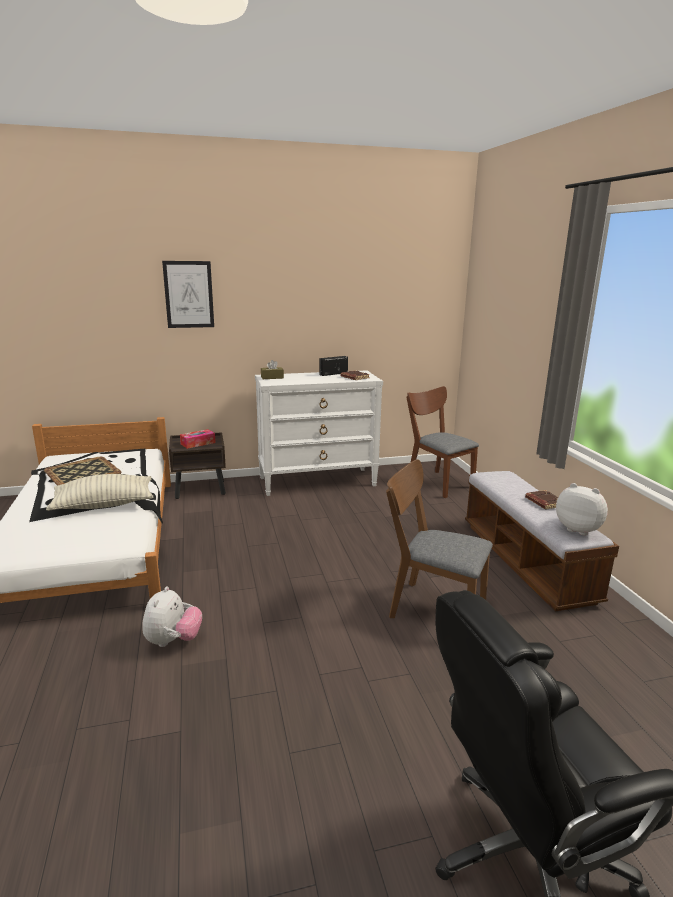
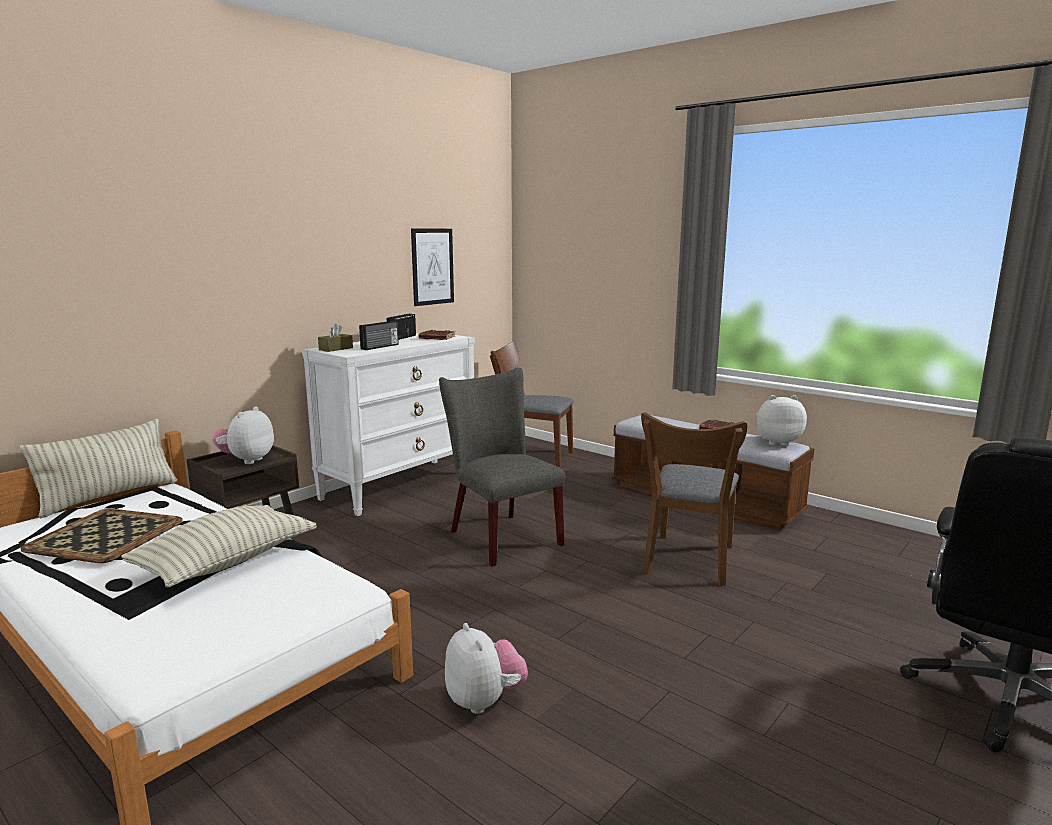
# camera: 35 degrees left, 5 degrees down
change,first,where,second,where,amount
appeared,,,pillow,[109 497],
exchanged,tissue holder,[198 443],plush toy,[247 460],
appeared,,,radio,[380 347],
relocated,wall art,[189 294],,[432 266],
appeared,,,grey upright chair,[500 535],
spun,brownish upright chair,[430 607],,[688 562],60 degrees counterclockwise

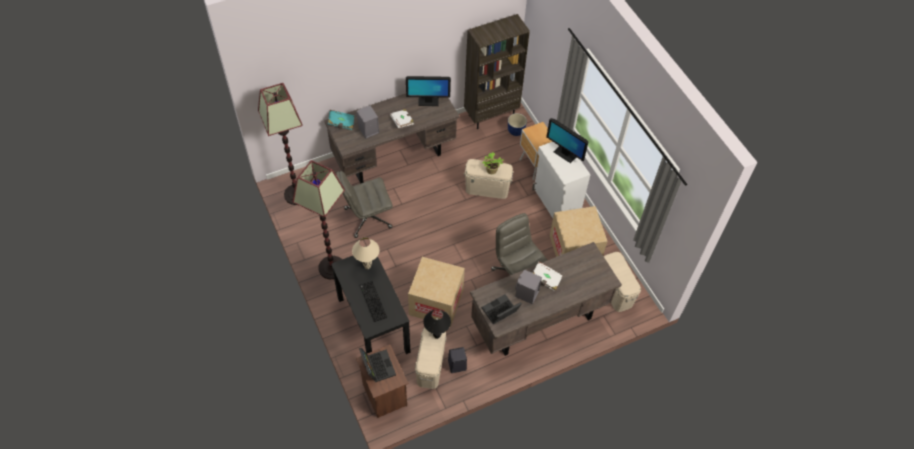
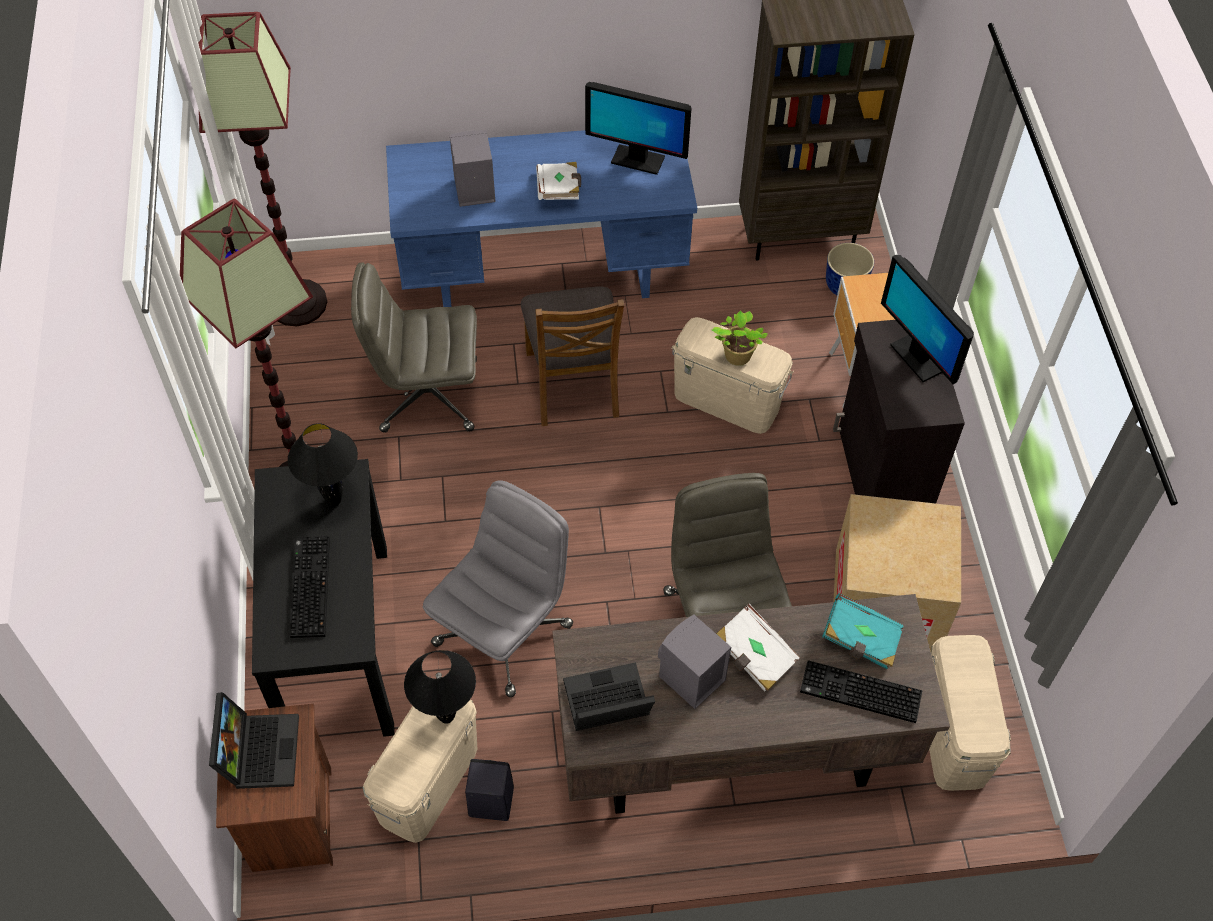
# camera: 20 degrees right, 0 degrees up
change,first,where,second,where,amount
colour,sand-coloured lamp for a table,[367 267],black lamp for a table,[333 501],
colour,brownish desk unit,[394 156],blue-coloured desk unit,[545 273],
exchanged,cardboard box,[436 302],grey computer chair,[503 632],
appeared,,,brownish upright chair,[573 383],
appeared,,,keyboard,[859 694],
relocated,turquoise-coloured book,[341 123],,[860 640],
colour,white cupboard,[556 202],black cupboard,[880 475],

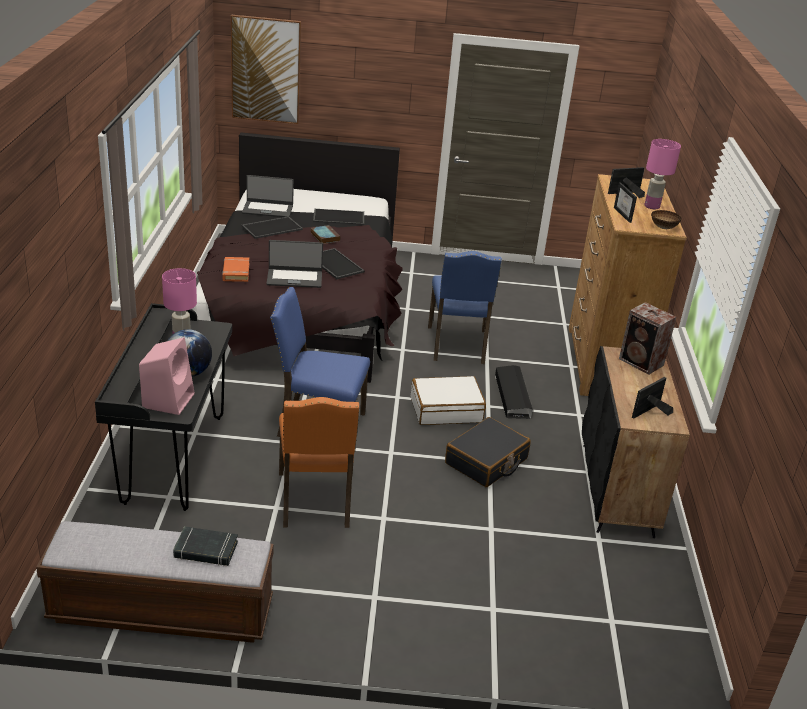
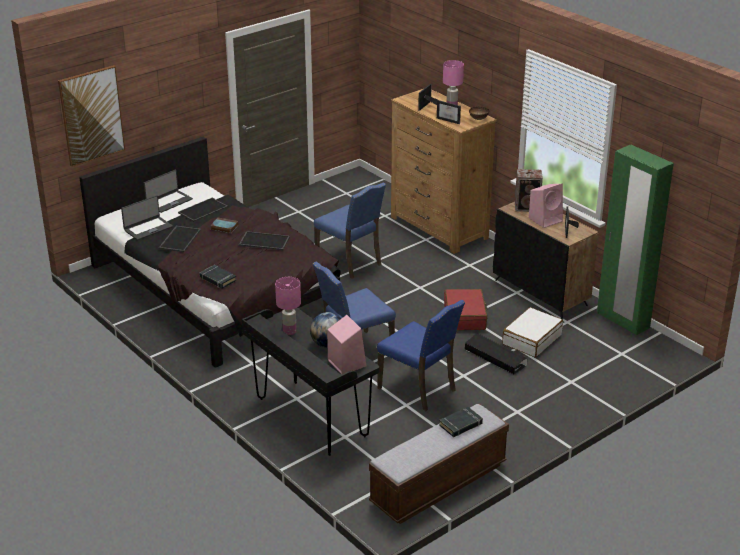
# camera: 40 degrees left, 0 degrees up
change,first,where,second,where,amount
relocated,notebook computer,[294 278],,[168 201],
colour,orange-coloured book,[236 272],black book,[217 279],
colour,orange-coloured upright chair,[316 501],blue-coloured upright chair,[419 389],
colour,black suitcase,[486 461],red-coloured suitcase,[465 317],
relocated,black storage box,[512 396],,[495 357],
relocated,white suitcase,[446 409],,[531 339],
appeared,,,pinkish speaker,[546 219],
appeared,,,green-coloured clothes cupboard,[622 320],

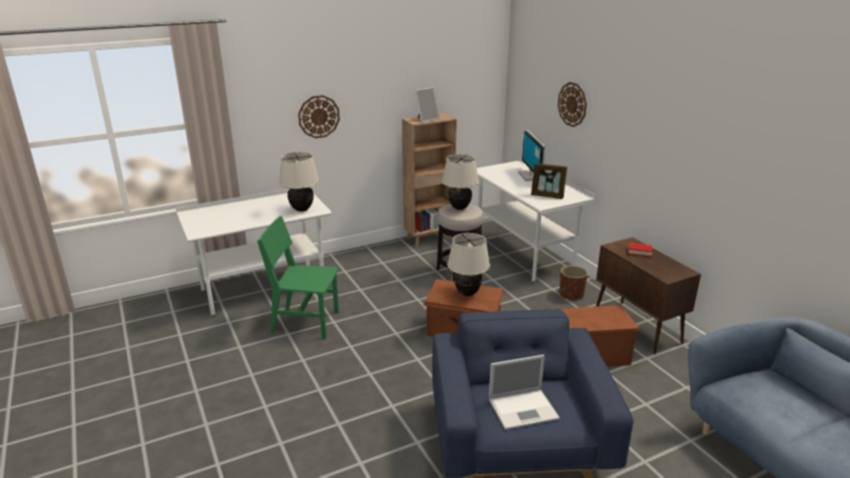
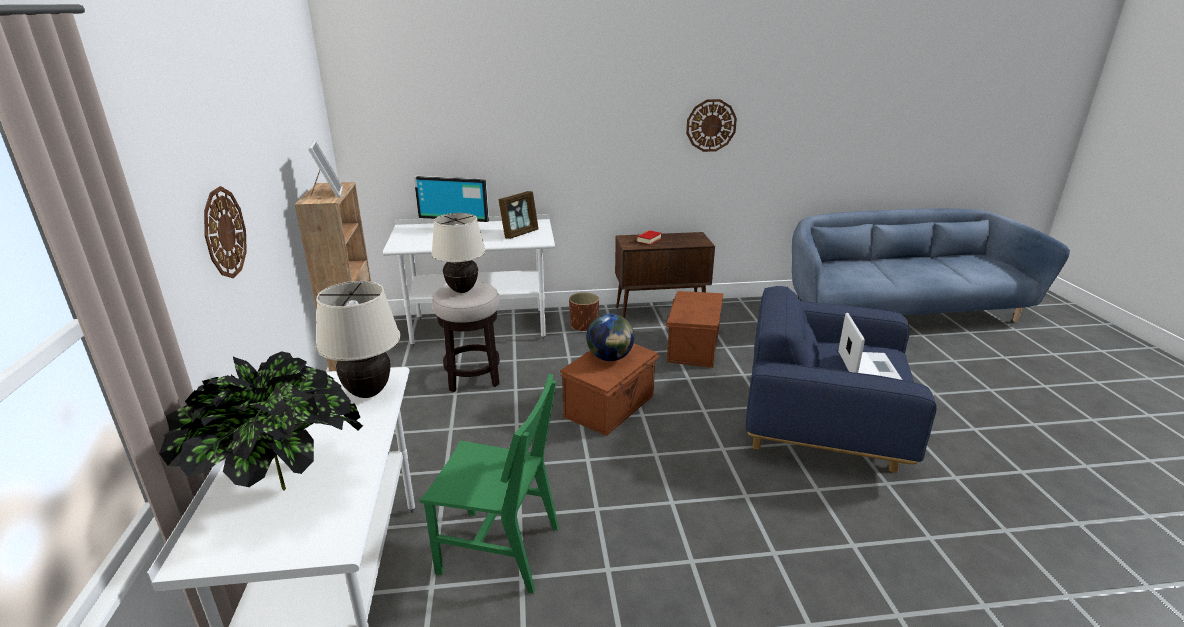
# camera: 70 degrees left, 0 degrees up
change,first,where,second,where,amount
appeared,,,potted plant,[282 487],
spun,green-coloured upright chair,[305 322],,[499 550],105 degrees counterclockwise
exchanged,sand-coloured lamp for a table,[467 293],world globe,[610 358],
relocated,wall clock,[572 104],,[711 125],

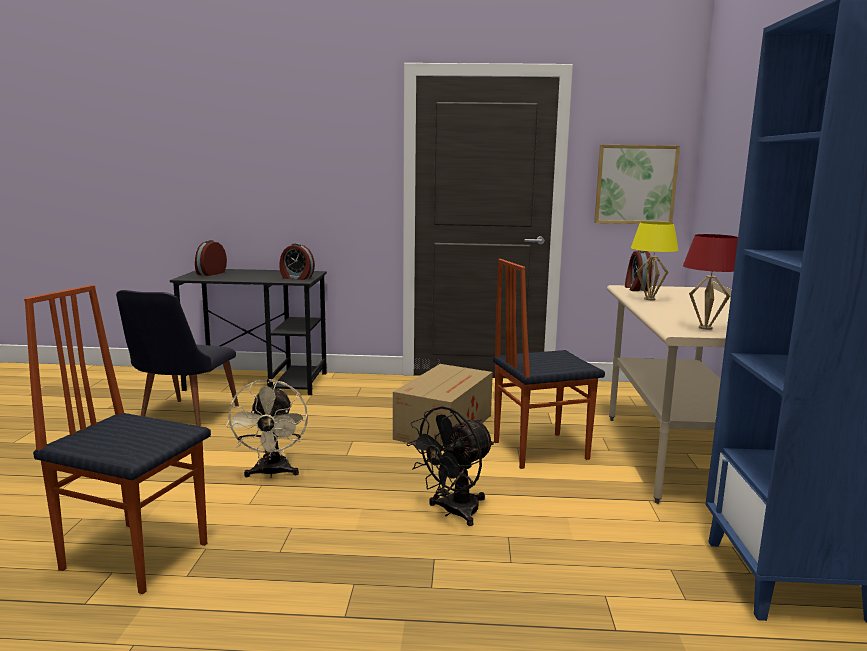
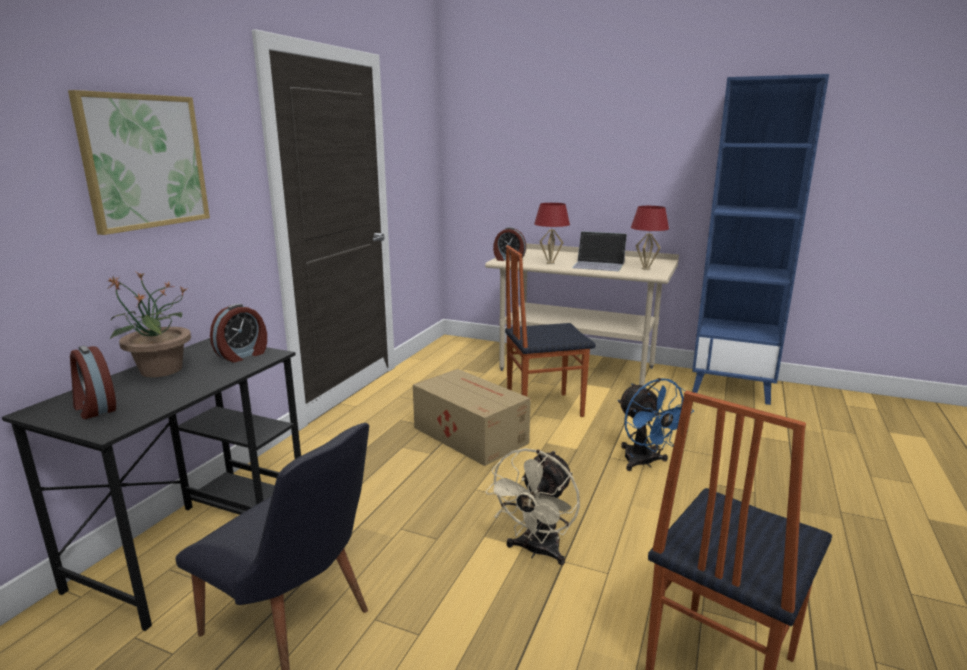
# camera: 70 degrees left, 5 degrees up
change,first,where,second,where,amount
relocated,wall art,[635 184],,[144 162],
appeared,,,potted plant,[160 370],
spun,sand-coloured electric fan,[272 473],,[536 551],105 degrees clockwise
spun,upright chair,[538 450],,[543 407],75 degrees clockwise
colour,yellow lamp for a table,[649 299],red-coloured lamp for a table,[550 263],
appeared,,,notebook computer,[599 265],
colour,black electric fan,[453 512],blue-coloured electric fan,[644 463],

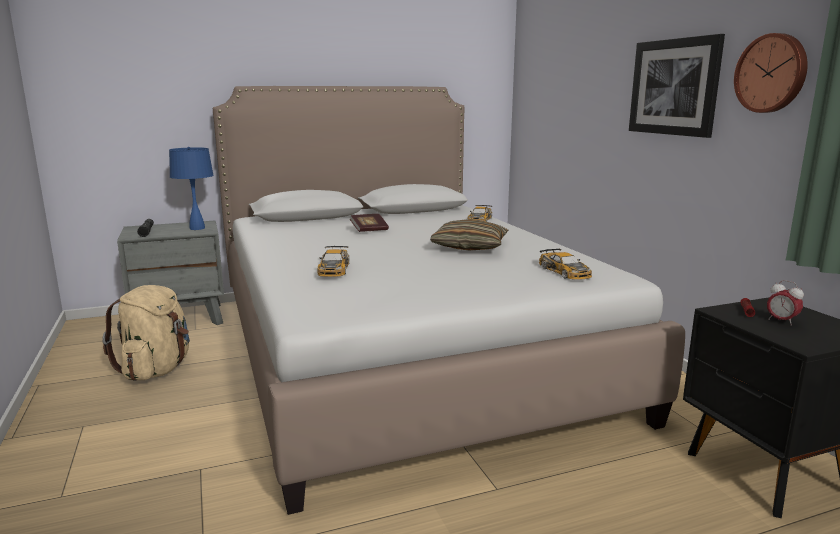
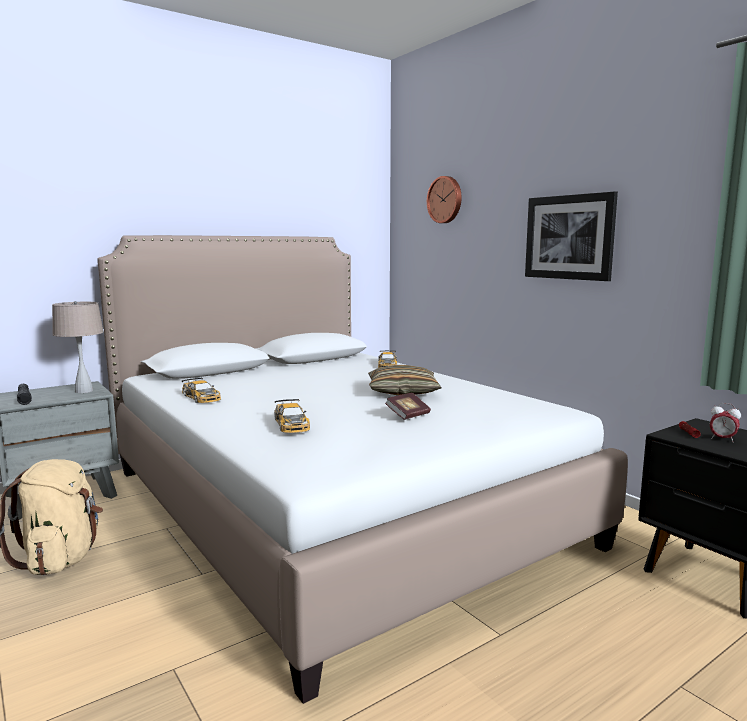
# camera: 15 degrees left, 5 degrees down
change,first,where,second,where,amount
colour,blue-coloured lamp for a table,[197 228],sand-coloured lamp for a table,[84 391],
relocated,toy car,[564 272],,[201 397],
relocated,book,[369 230],,[408 415],
relocated,wall clock,[772 73],,[445 200],

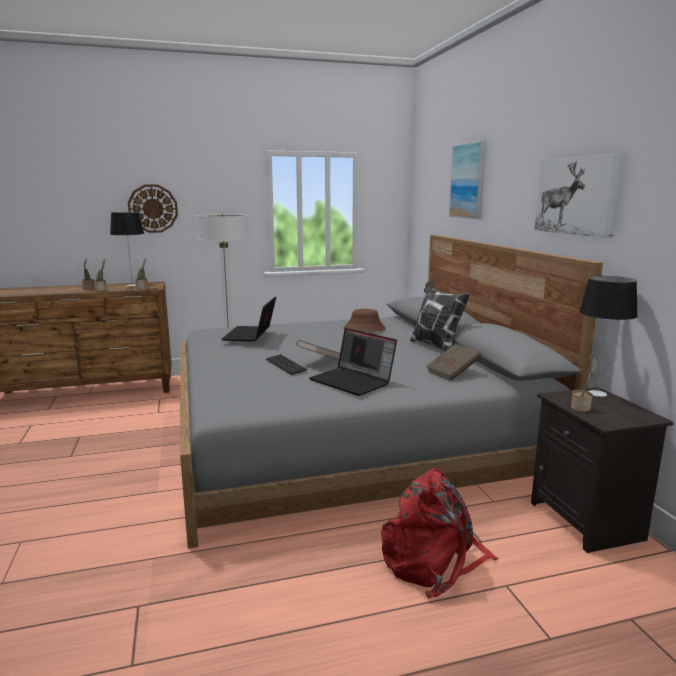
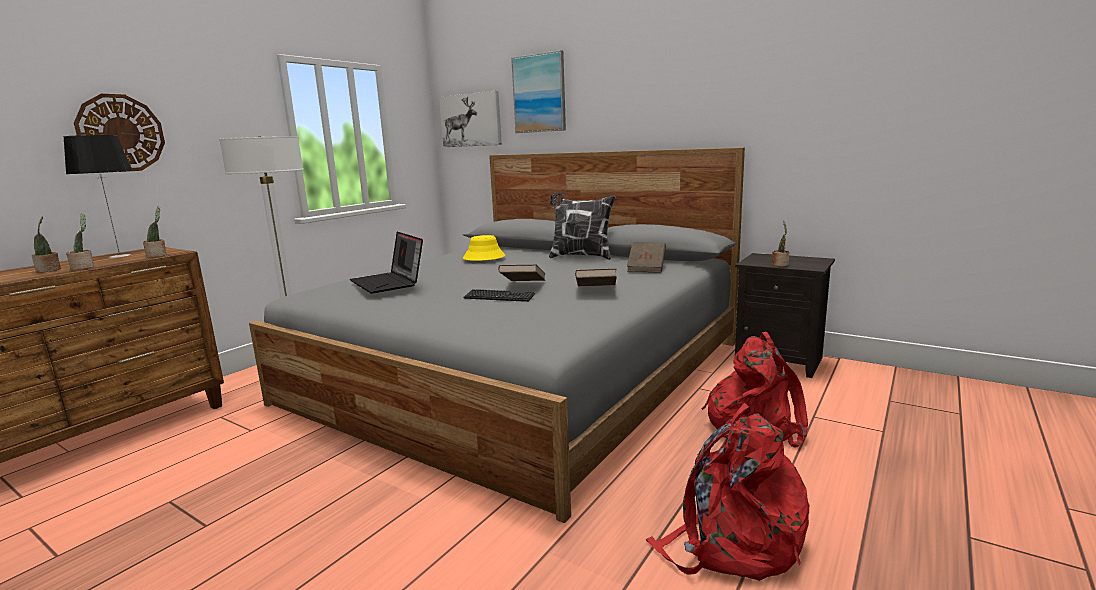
# camera: 40 degrees left, 0 degrees up
change,first,where,second,where,amount
relocated,wall art,[577 196],,[471 120],
colour,brownish hat,[364 329],yellow hat,[484 258],
exchanged,notebook computer,[353 381],brownish book,[596 291],
appeared,,,red-coloured knapsack,[731 541],
missing,lamp for a table,[598 393],,,

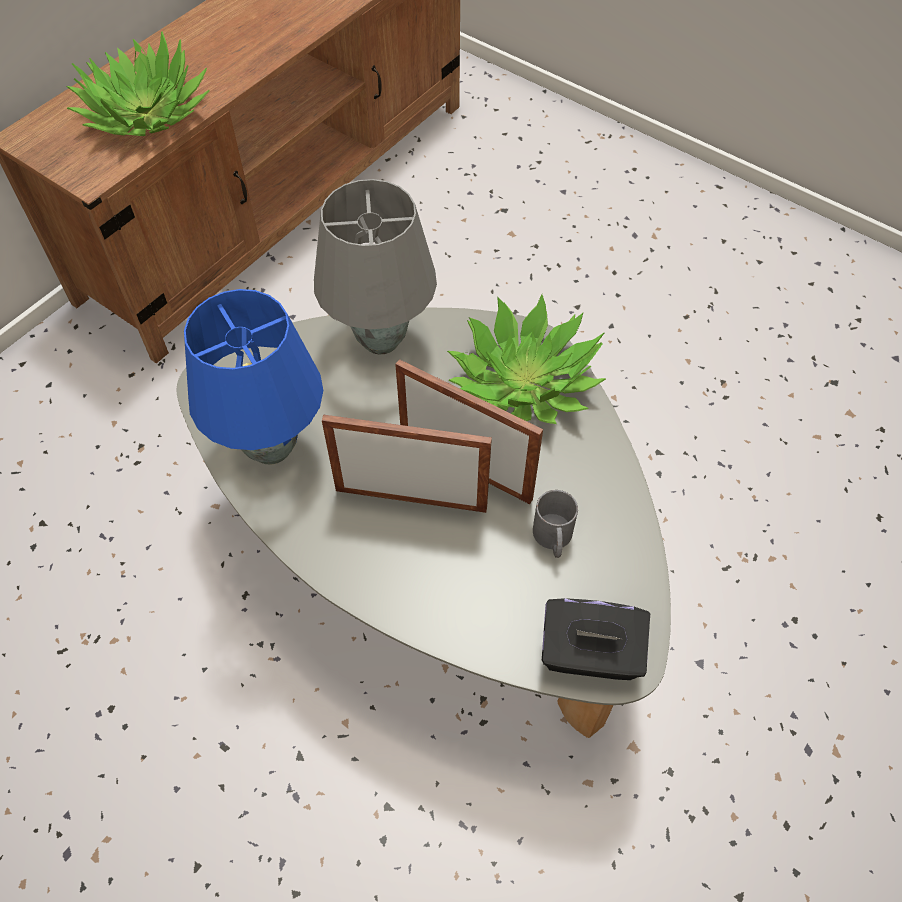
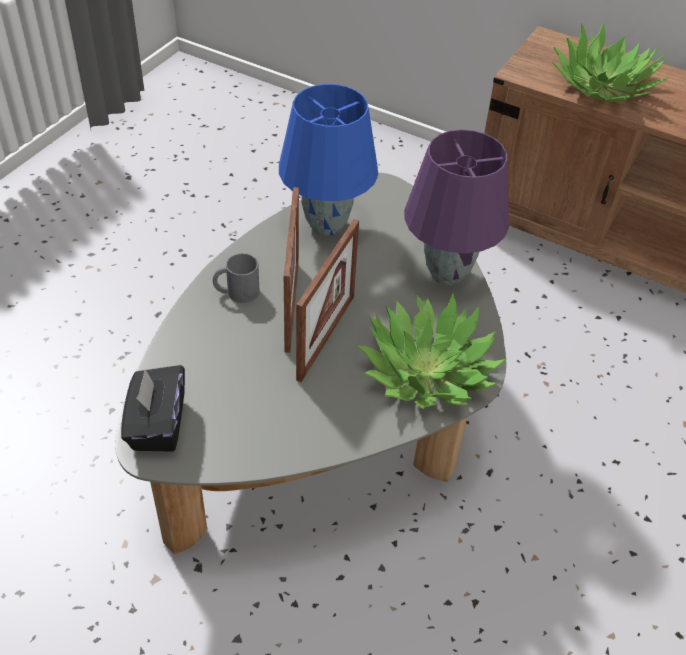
# camera: 80 degrees right, 10 degrees down
change,first,where,second,where,amount
relocated,grey tea mug,[553 539],,[236 292],
colour,grey lamp for a table,[379 340],purple-coloured lamp for a table,[446 273],

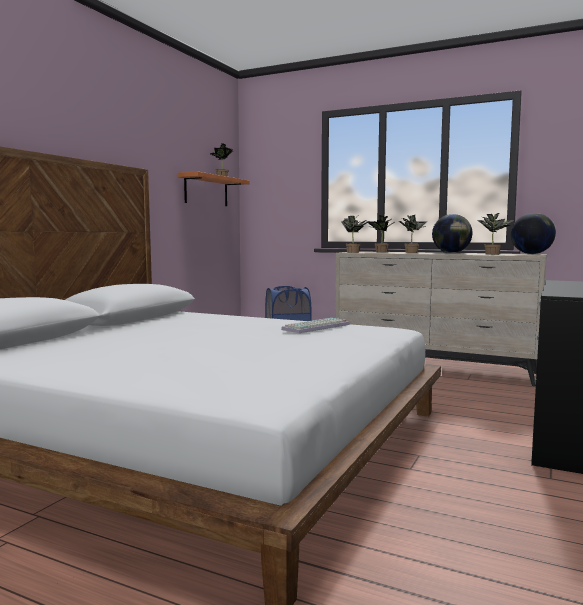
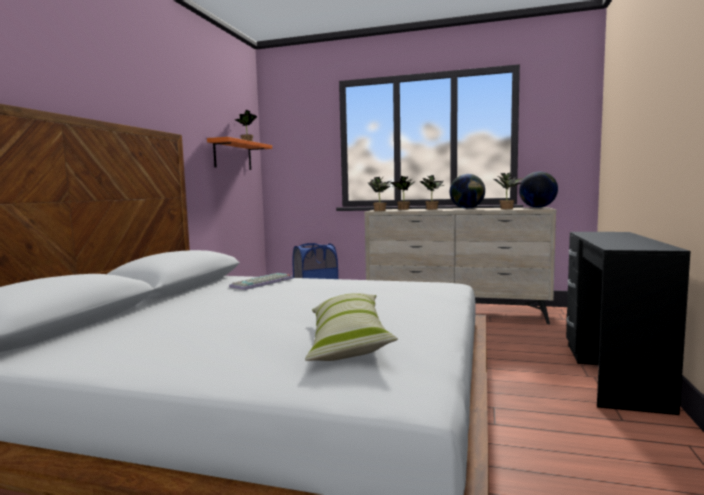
# camera: 10 degrees left, 0 degrees up
change,first,where,second,where,amount
relocated,keyboard,[316 327],,[262 283],
appeared,,,pillow,[347 341],

